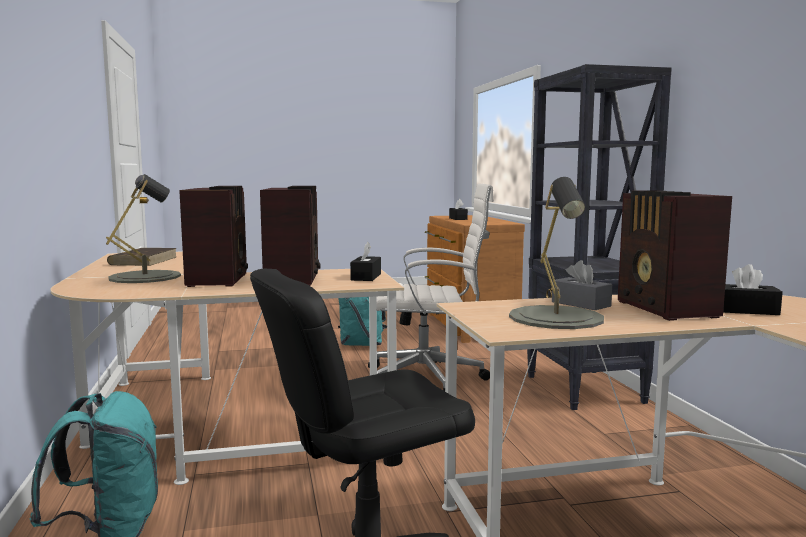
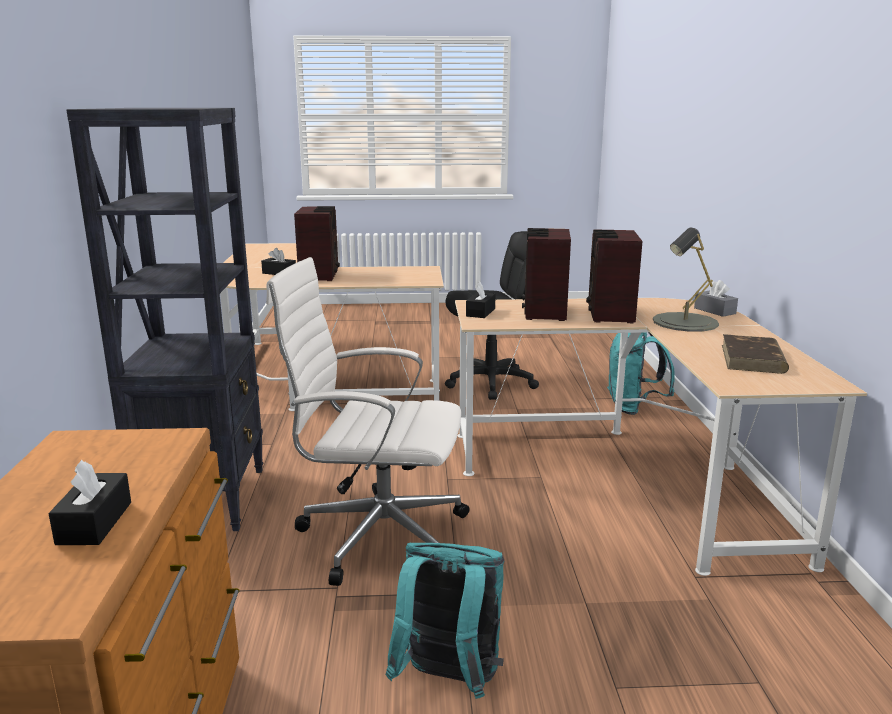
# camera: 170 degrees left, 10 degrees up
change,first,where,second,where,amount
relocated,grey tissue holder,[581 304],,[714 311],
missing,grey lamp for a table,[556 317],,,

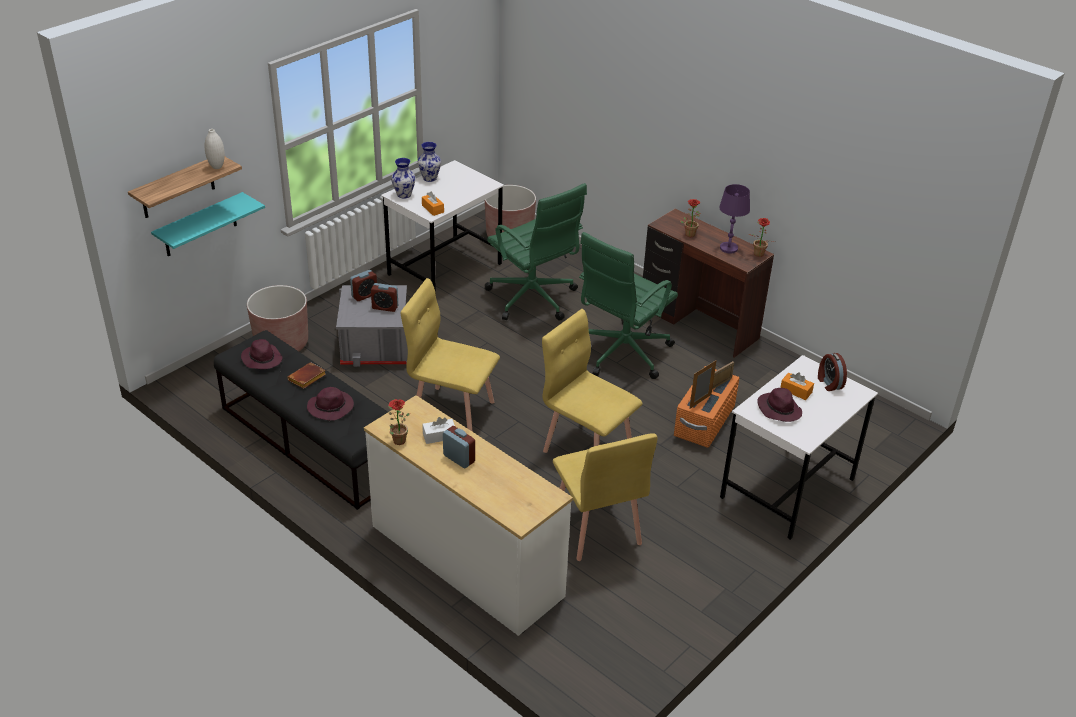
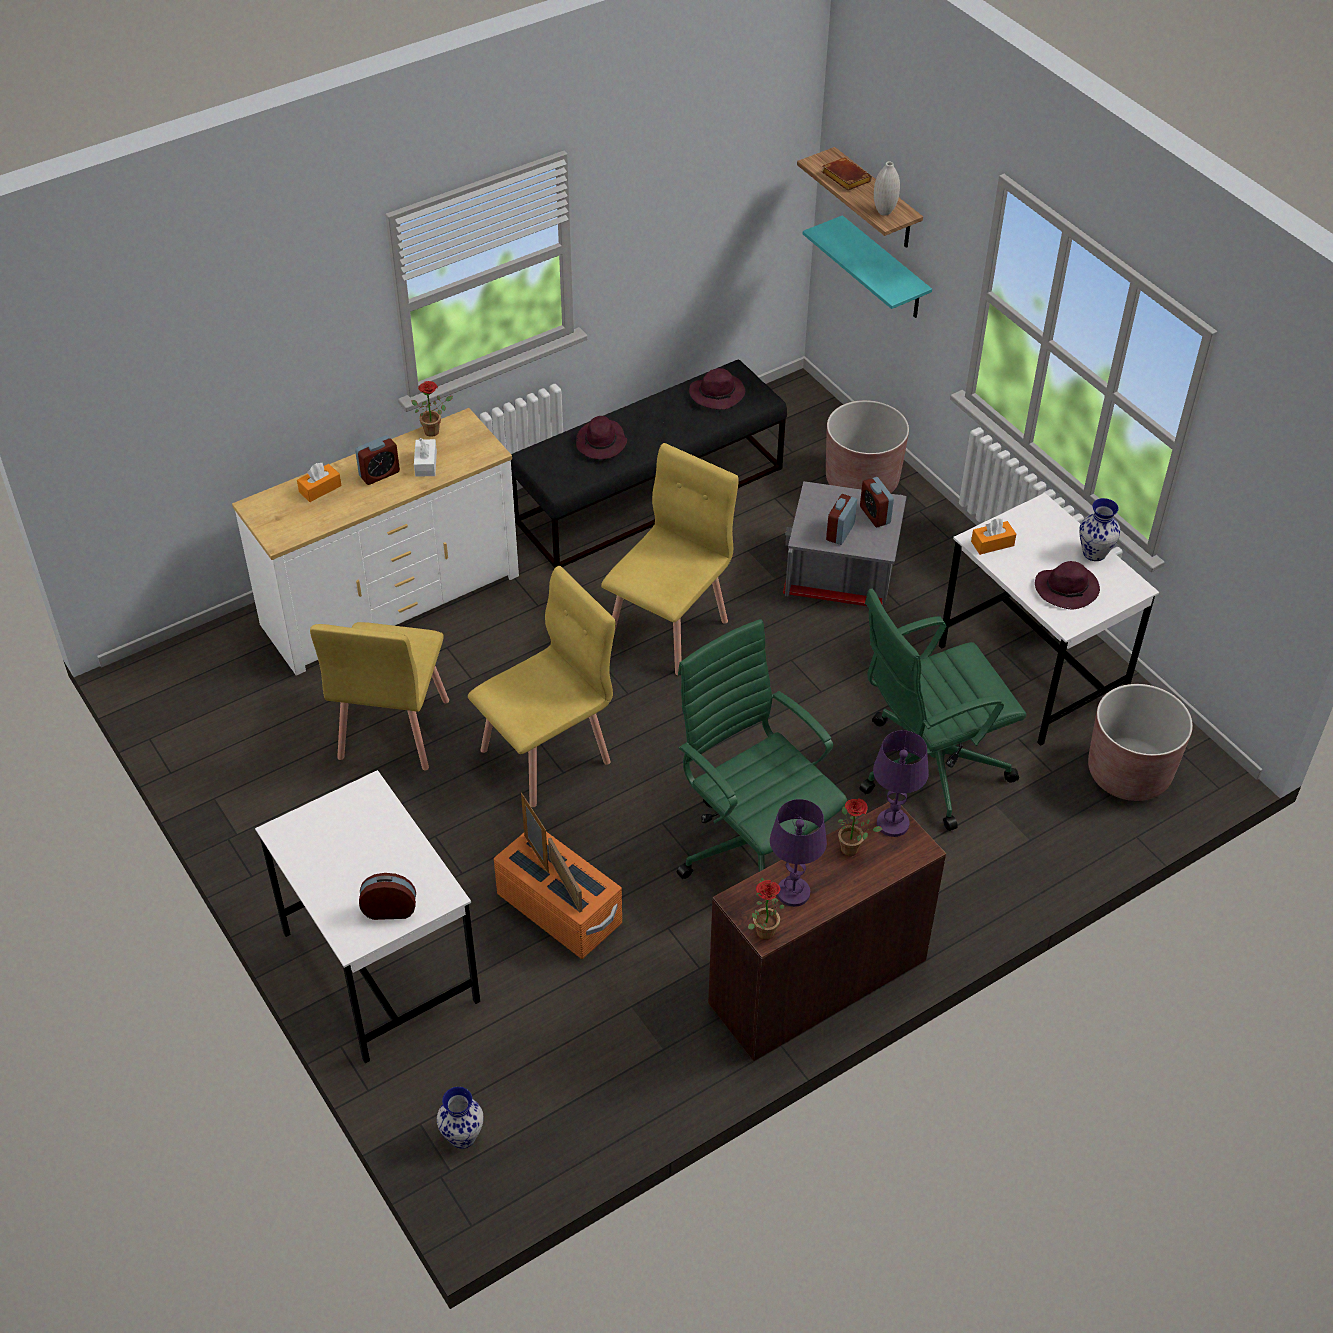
# camera: 105 degrees right, 10 degrees up
change,first,where,second,where,amount
relocated,orange-coloured tissue holder,[796 391],,[320 489],
spun,yellow upright chair,[596 529],,[392 729],75 degrees counterclockwise
relocated,vase,[404 194],,[463 1137],
relocated,brownish book,[307 379],,[844 178],
appeared,,,purple-coloured lamp for a table,[893 823],
relocated,purple-coloured hat,[778 409],,[1067 589],

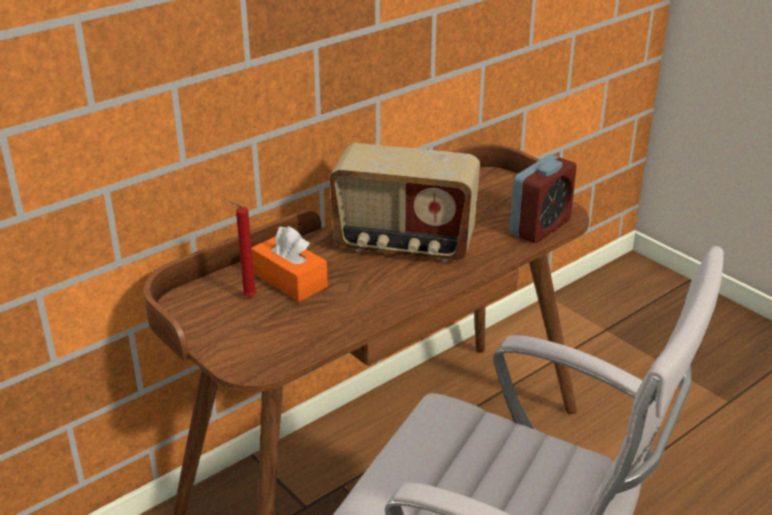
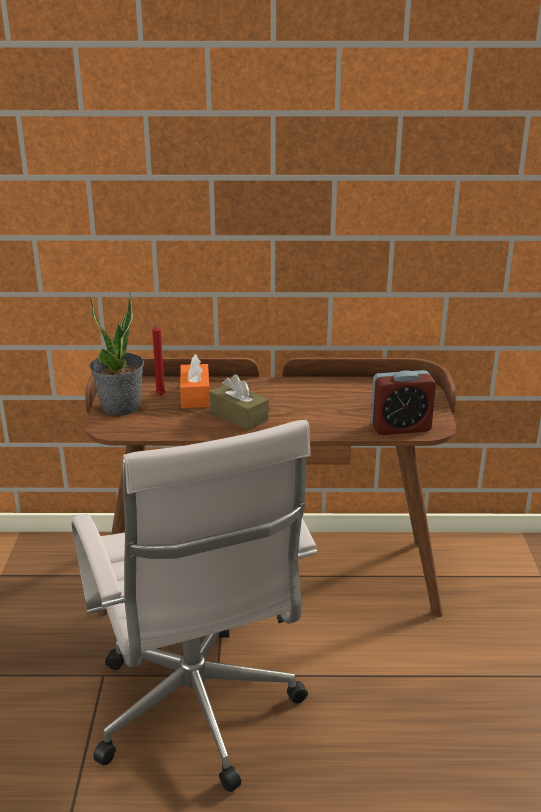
# camera: 40 degrees right, 5 degrees down
change,first,where,second,where,amount
appeared,,,potted plant,[121 407],
appeared,,,brownish tissue holder,[239 416],
missing,radio,[404 245],,,

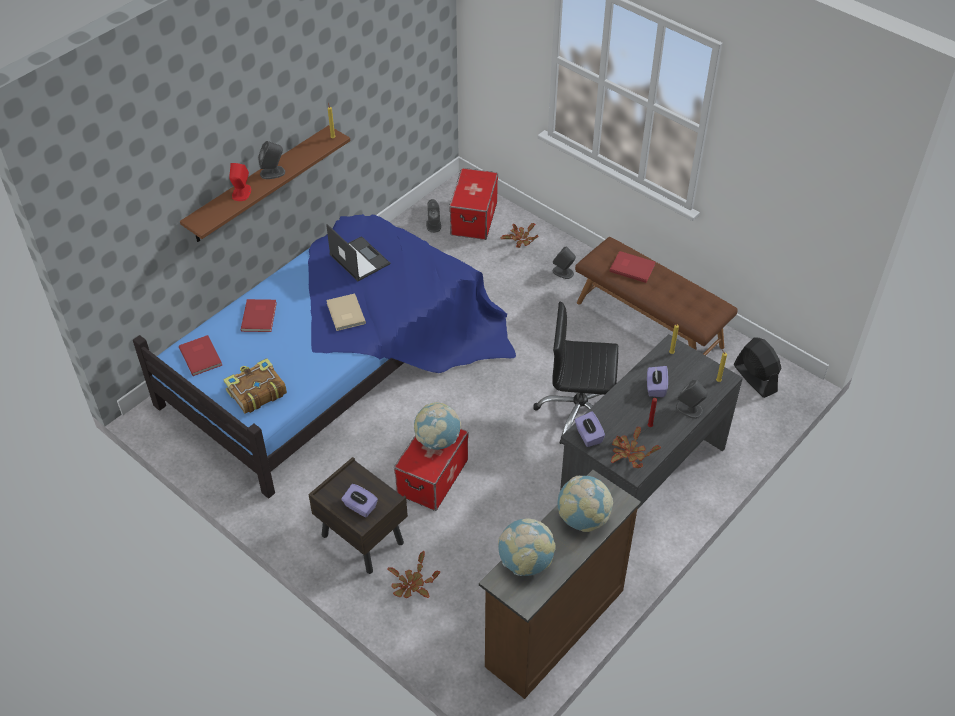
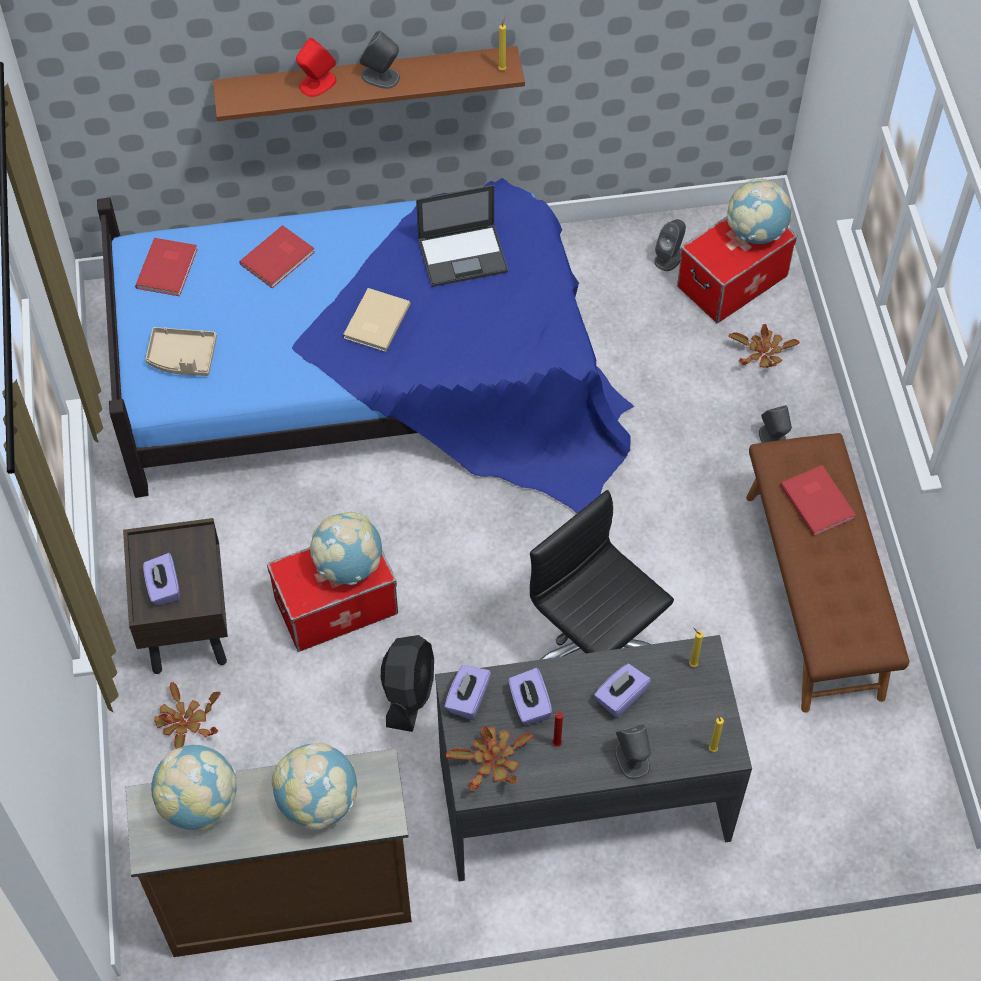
# camera: 40 degrees right, 10 degrees up
change,first,where,second,where,amount
exchanged,book,[256 392],sand-coloured serving tray,[182 357],
relocated,black electric fan,[755 378],,[408 692],
spun,notebook computer,[359 259],,[463 255],75 degrees clockwise
appeared,,,purple-coloured tissue holder,[529 705],
appeared,,,world globe,[755 232],

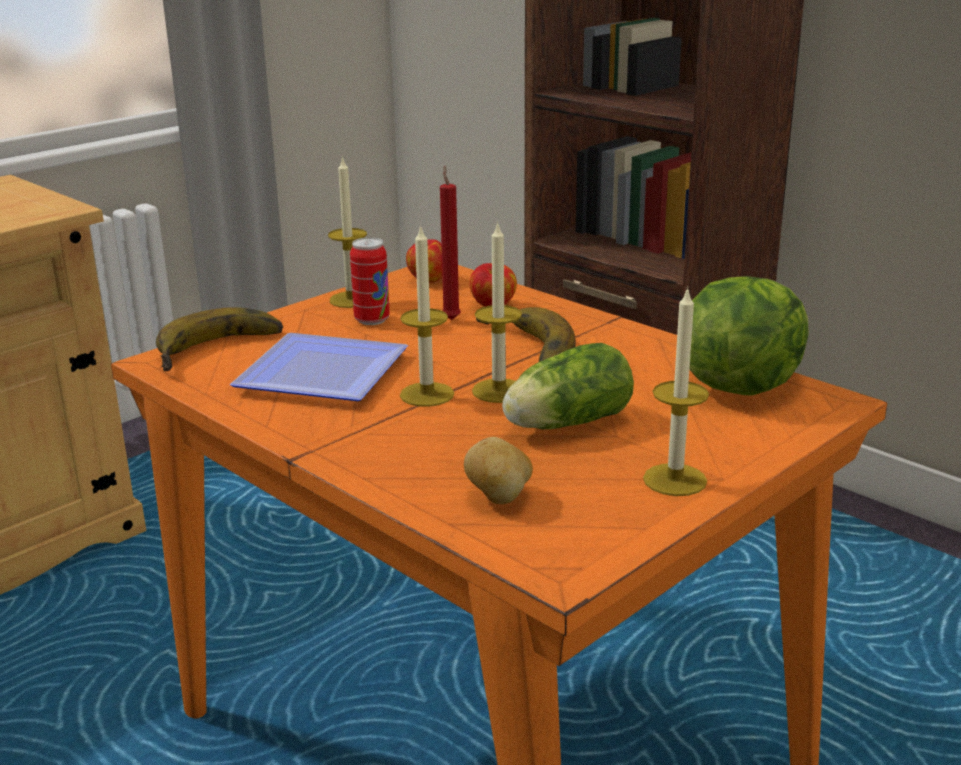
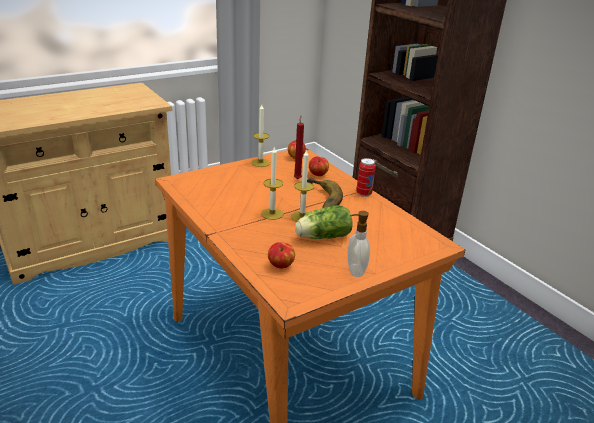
# camera: 10 degrees right, 5 degrees up
change,first,where,second,where,amount
exchanged,whole potato,[499 497],apple fruit,[281 266],
exchanged,candle,[675 480],soap dispenser,[355 270],
relocated,can,[372 320],,[364 194],
missing,whole banana,[223 351],,,
missing,dinner plate,[325 376],,,
missing,head of lettuce,[739 384],,,

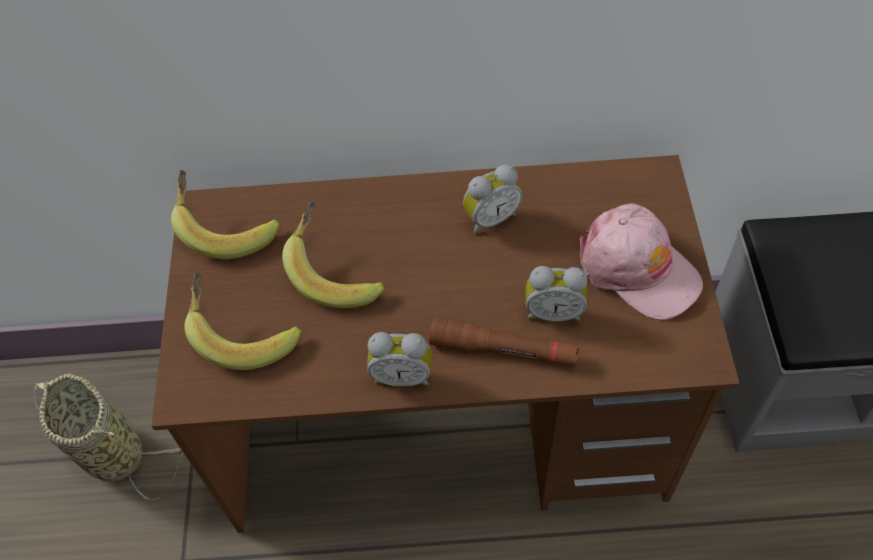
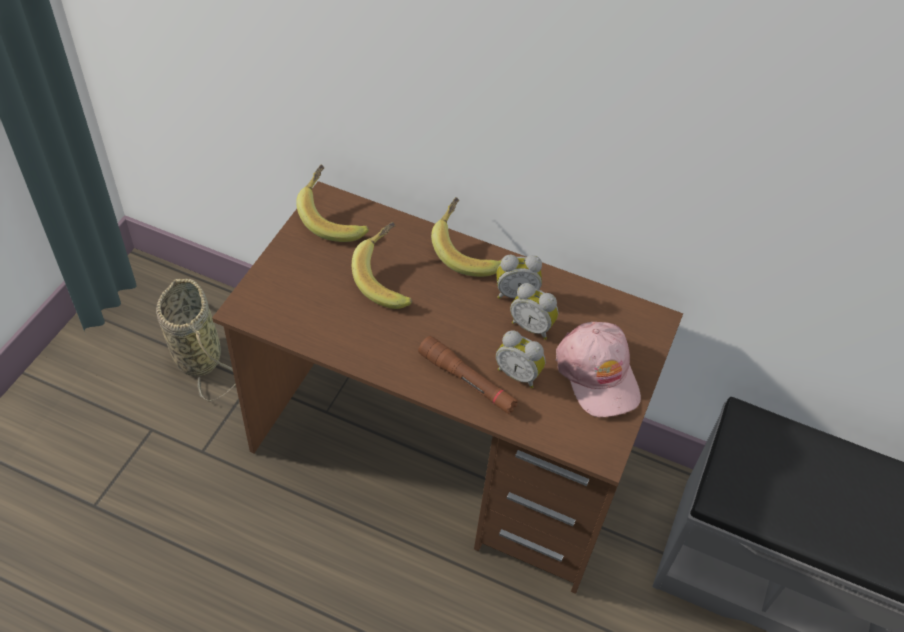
# camera: 20 degrees right, 5 degrees down
change,first,where,second,where,amount
relocated,whole banana,[244 332],,[467 251],
relocated,alarm clock,[402 375],,[532 326],

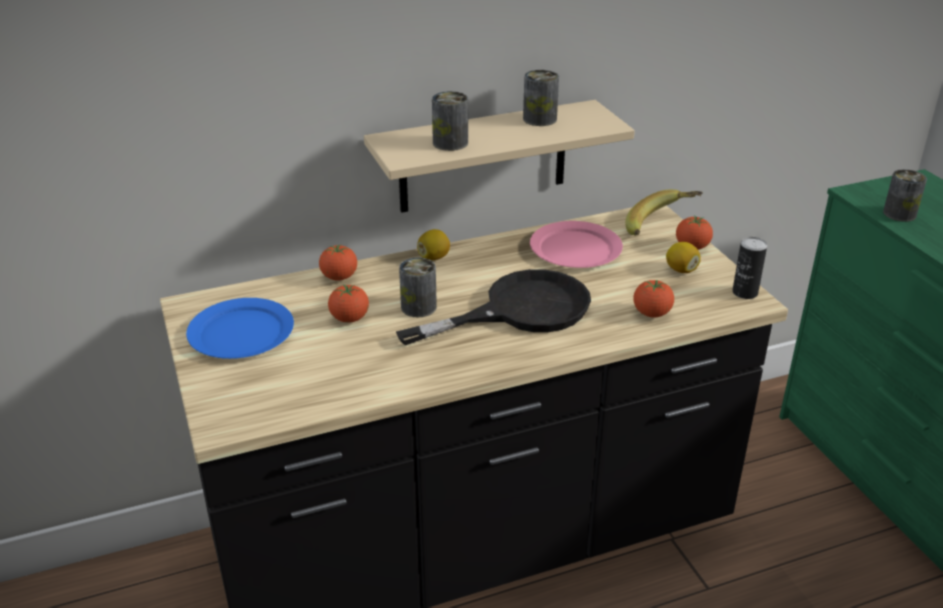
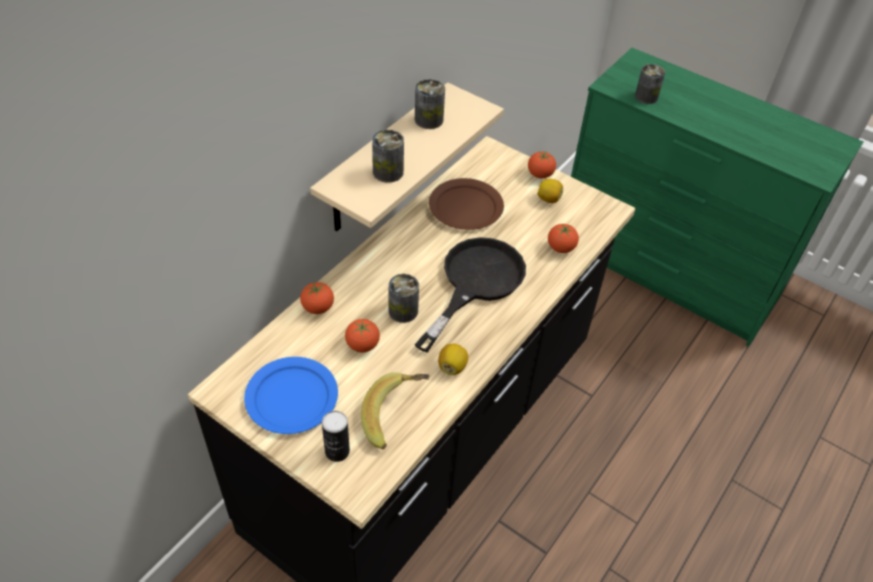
# camera: 35 degrees left, 15 degrees up
change,first,where,second,where,amount
relocated,can,[745 292],,[337 451],
relocated,whole banana,[661 227],,[396 417],
colour,pinkish dinner plate,[576 249],brownish dinner plate,[466 207],
relocated,citrus fruit,[434 257],,[452 367],

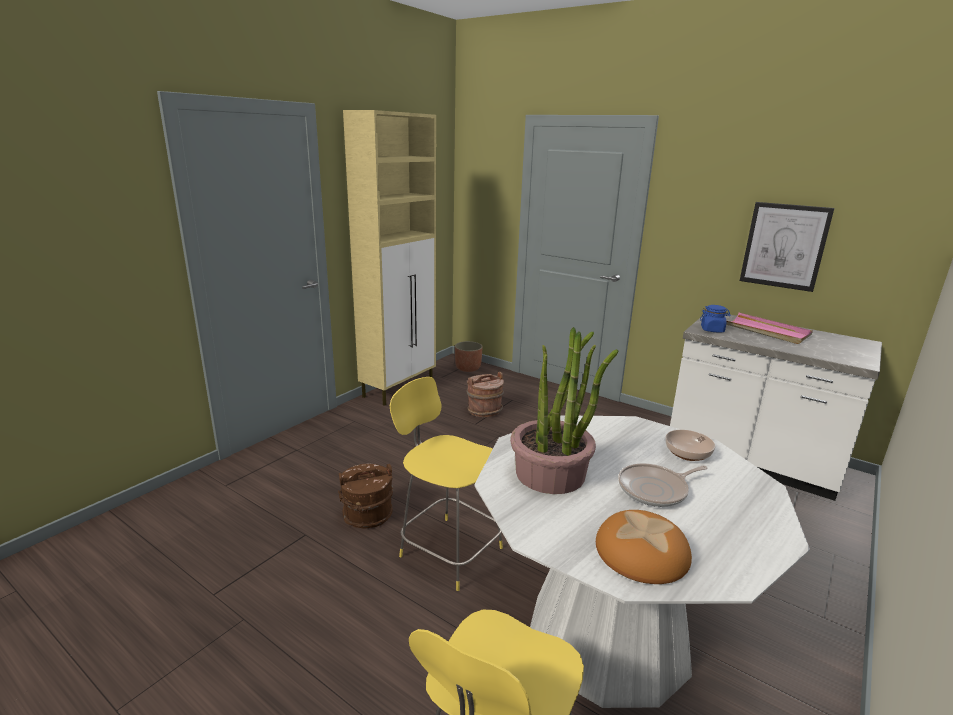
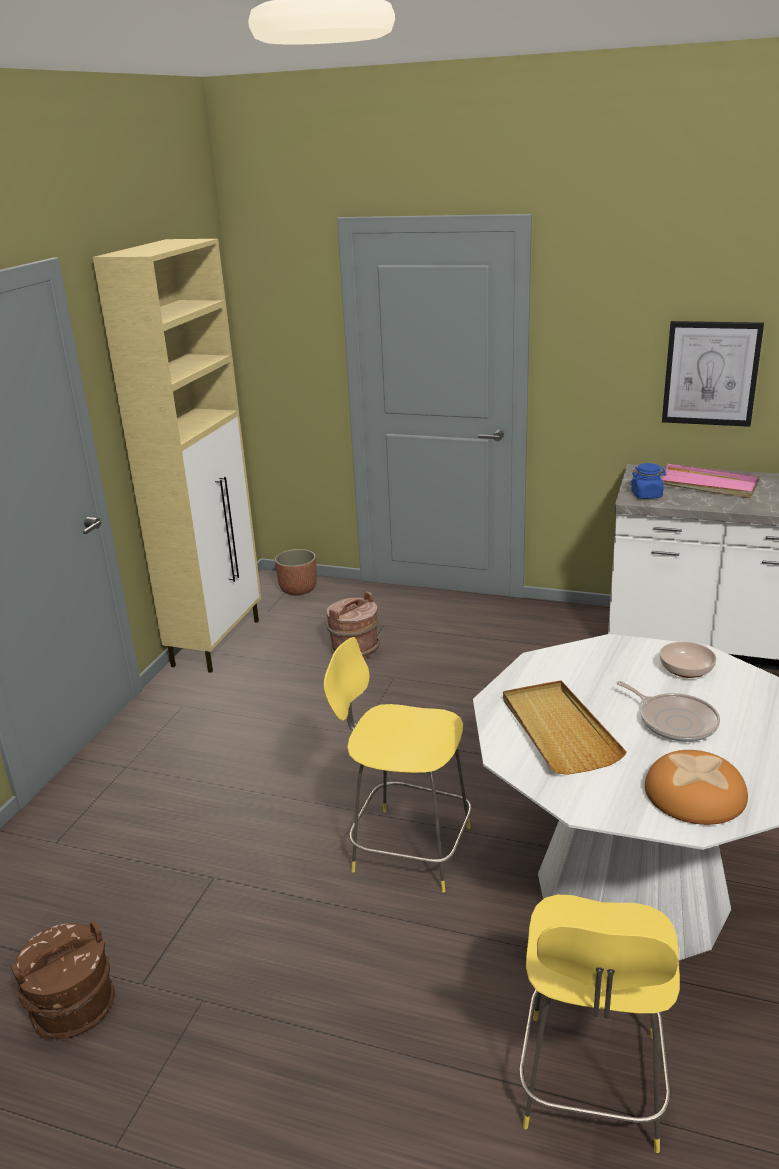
# camera: 15 degrees left, 5 degrees up
change,first,where,second,where,amount
relocated,brownish pail,[367 515],,[74 1010],
exchanged,potted plant,[551 474],sand-coloured serving tray,[558 730],
spun,skillet,[655 489],,[674 721],90 degrees counterclockwise

